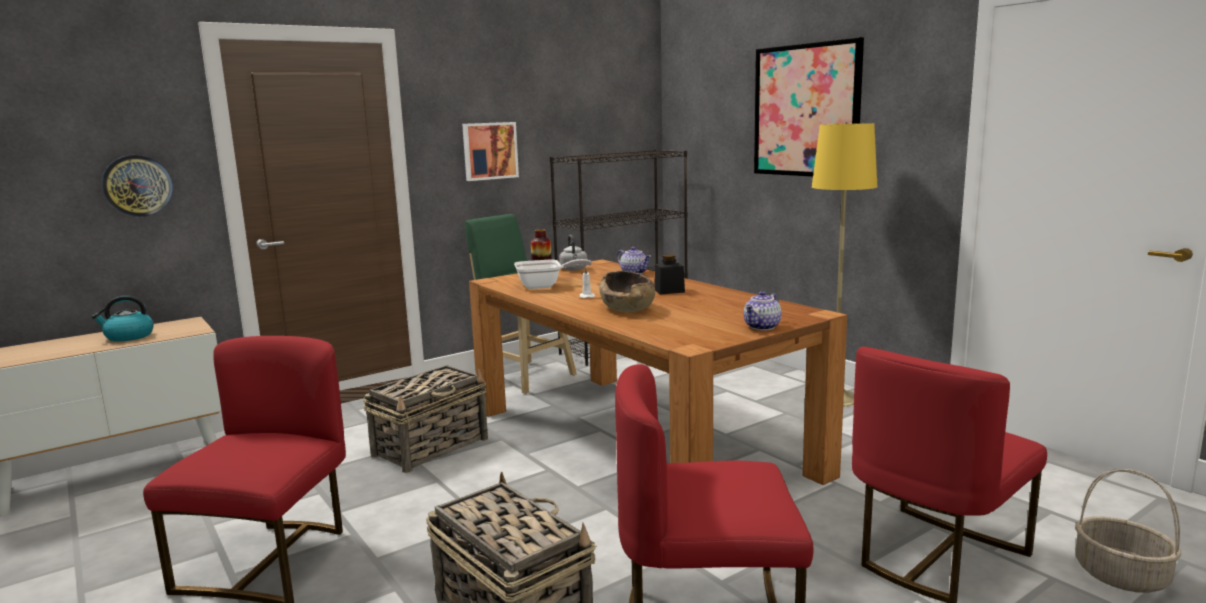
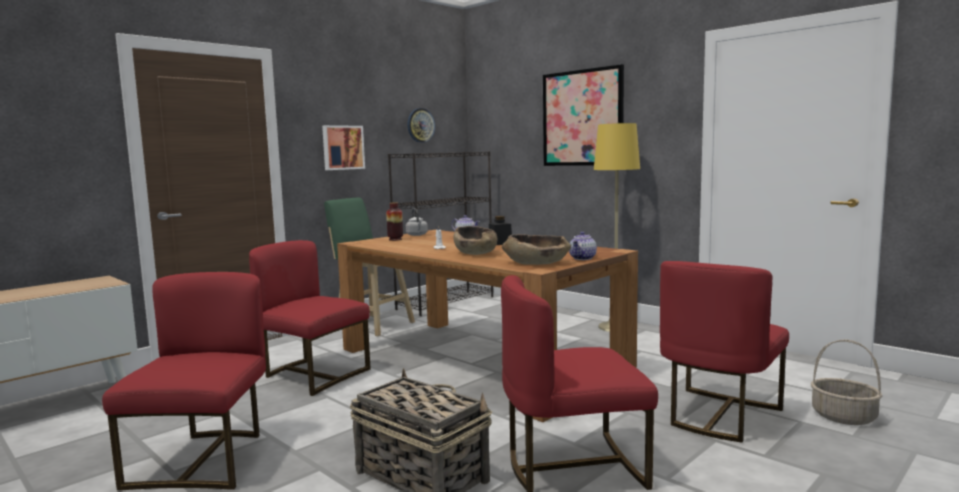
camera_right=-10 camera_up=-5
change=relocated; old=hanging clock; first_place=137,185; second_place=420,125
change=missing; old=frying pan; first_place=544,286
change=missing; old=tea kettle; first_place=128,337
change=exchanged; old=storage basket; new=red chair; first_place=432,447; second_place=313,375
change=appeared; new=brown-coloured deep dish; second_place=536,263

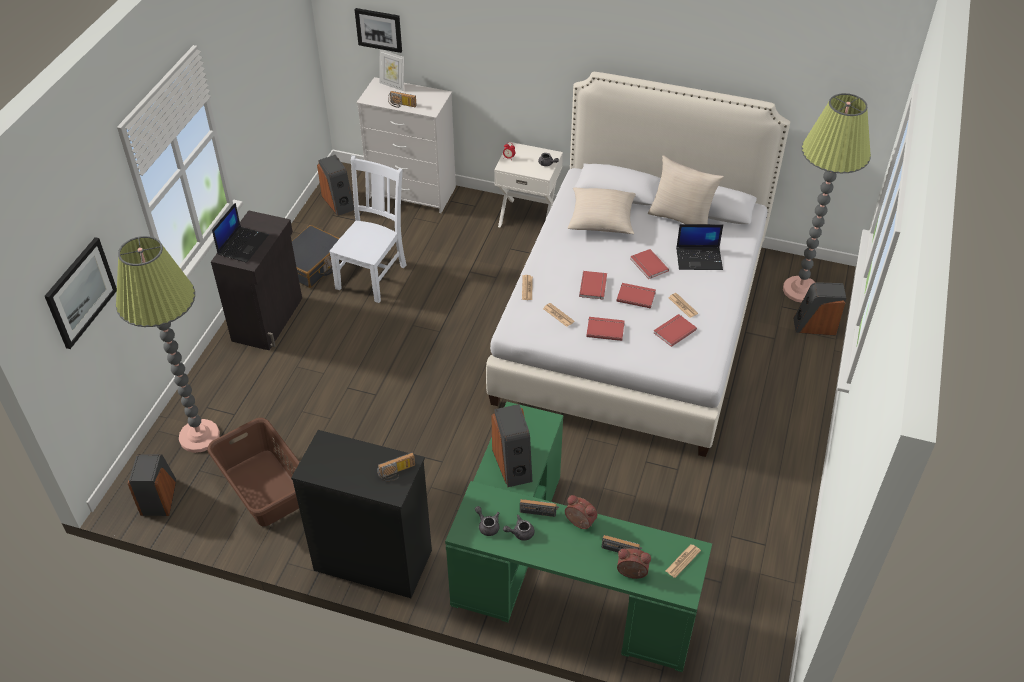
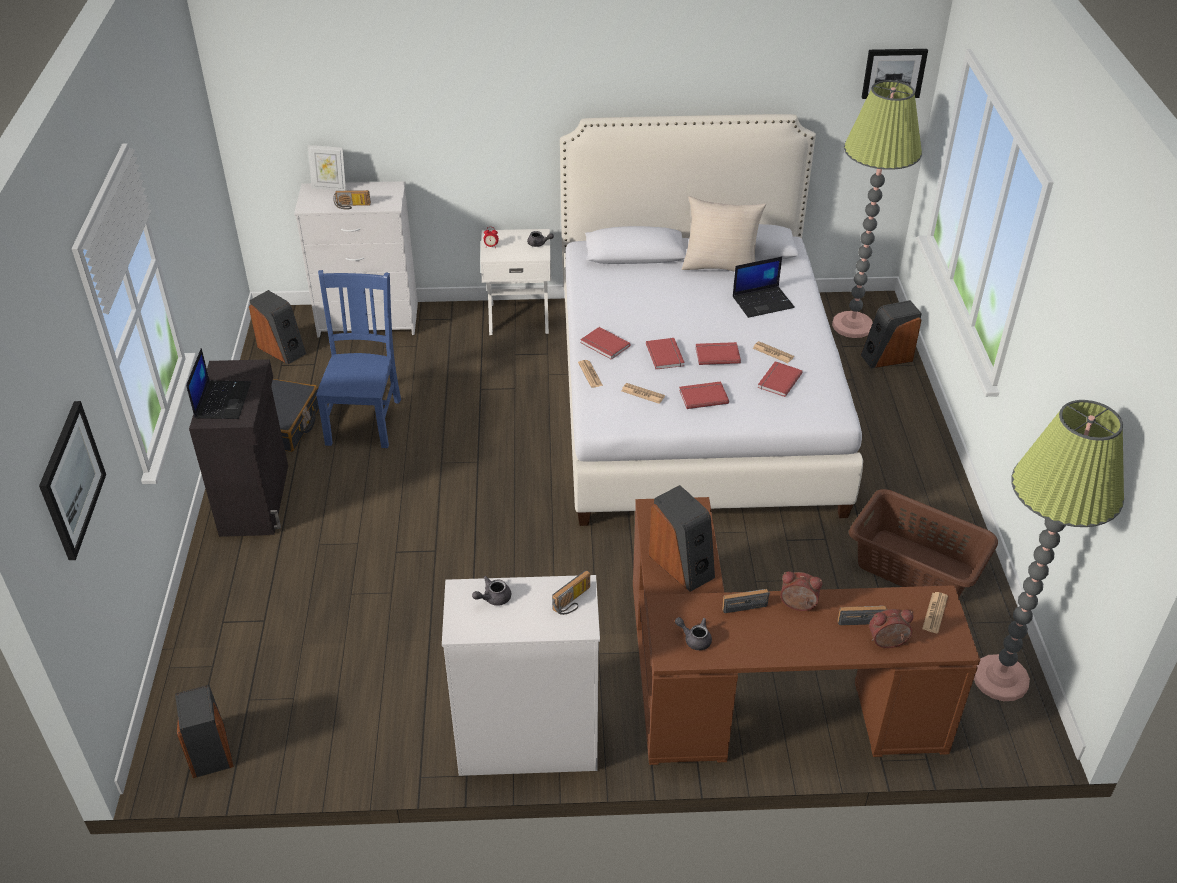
camera_right=-20 camera_up=-5
change=relocated; old=wall picture; first_place=379,29; second_place=893,73
change=colour; old=whitish chair; new=bluish chair; first_place=373,275; second_place=365,419
change=missing; old=sand-coloured cushion; first_place=602,220
change=relocated; old=floor lamp; first_place=199,436; second_place=1000,679
change=relocated; old=red volume; first_place=648,265; second_place=604,345
change=colour; old=greenish desk; new=brown-coloured desk; first_place=556,577; second_place=754,694
change=relocated; old=brown-coloured washing basket; first_place=265,488; second_place=915,568
change=colour; old=blackish drawer chest; new=whitish drawer chest; first_place=372,560; second_place=526,741
change=relocated; old=gray teapot; first_place=520,533; second_place=493,598

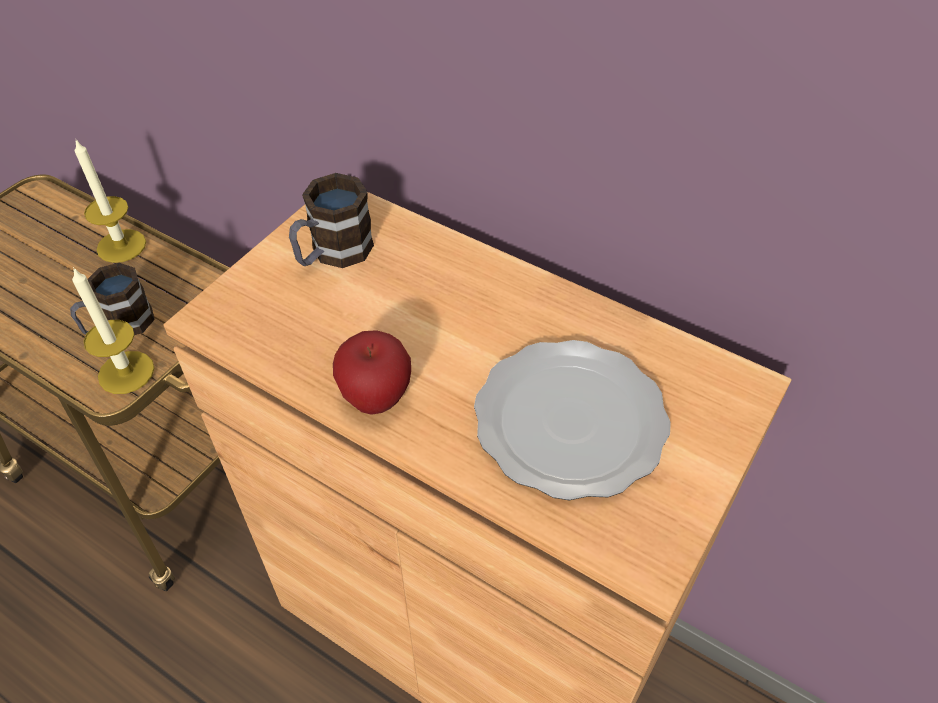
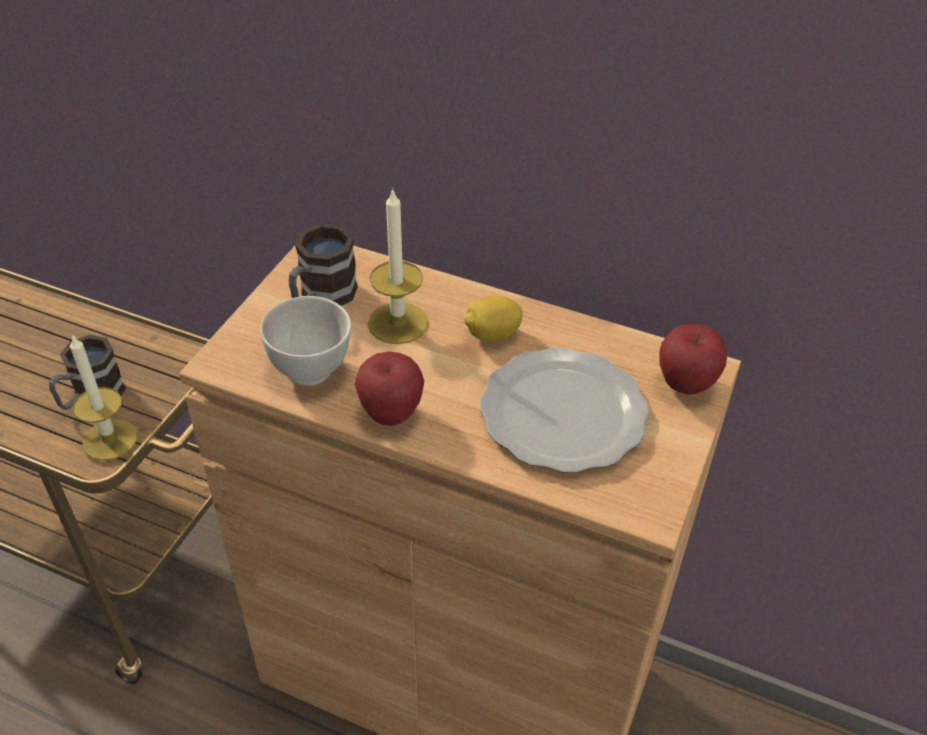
camera_right=-10 camera_up=-5
change=relocated; old=wax light; first_place=121,246; second_place=398,323
change=appeared; new=whitish deep dish; second_place=311,370
change=appeared; new=whole lemon; second_place=492,334
change=appeared; new=apple; second_place=685,384

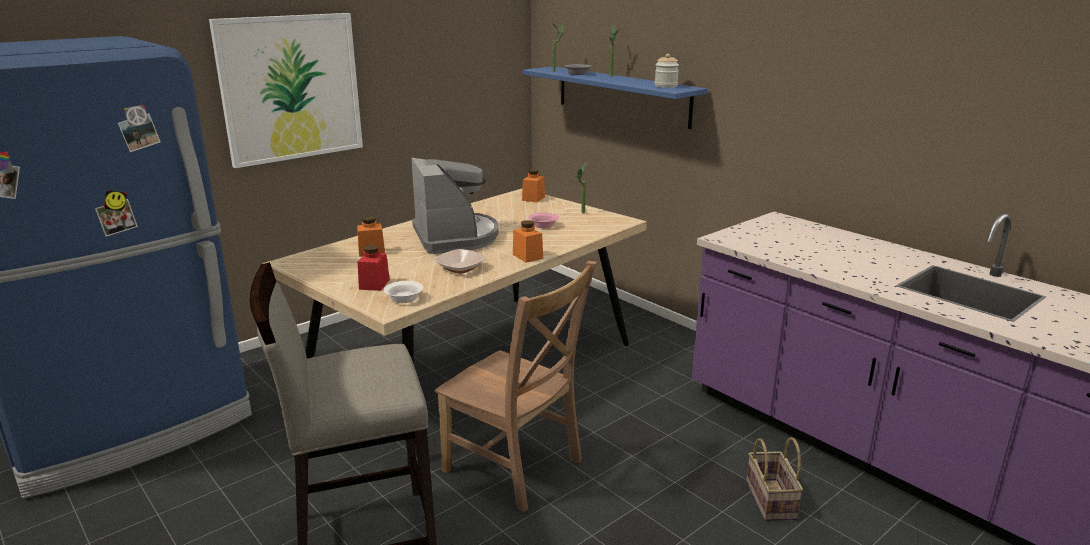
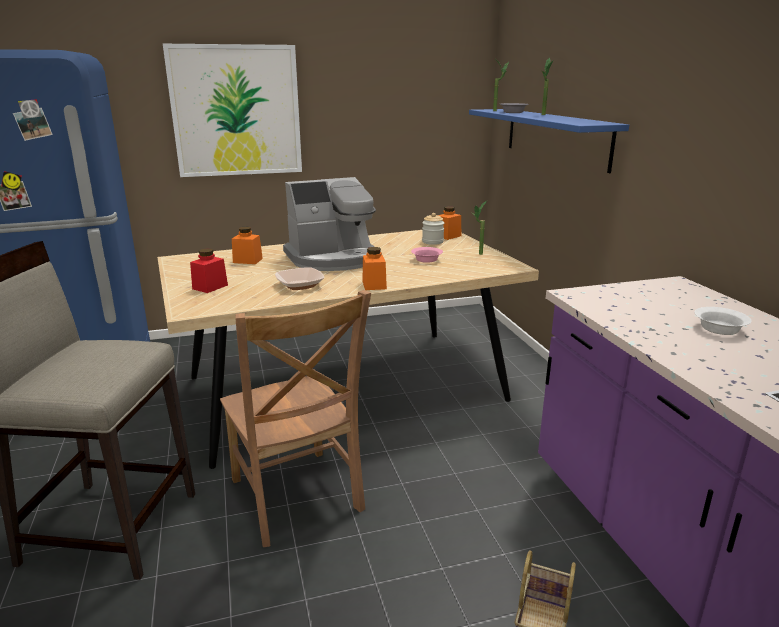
camera_right=25 camera_up=0
change=relocated; old=storage jar; first_place=666,86; second_place=432,242
change=spun; old=coffee maker; first_place=455,237; second_place=333,259; degrees=60
change=relocated; old=whitish deep dish; first_place=404,298; second_place=718,329

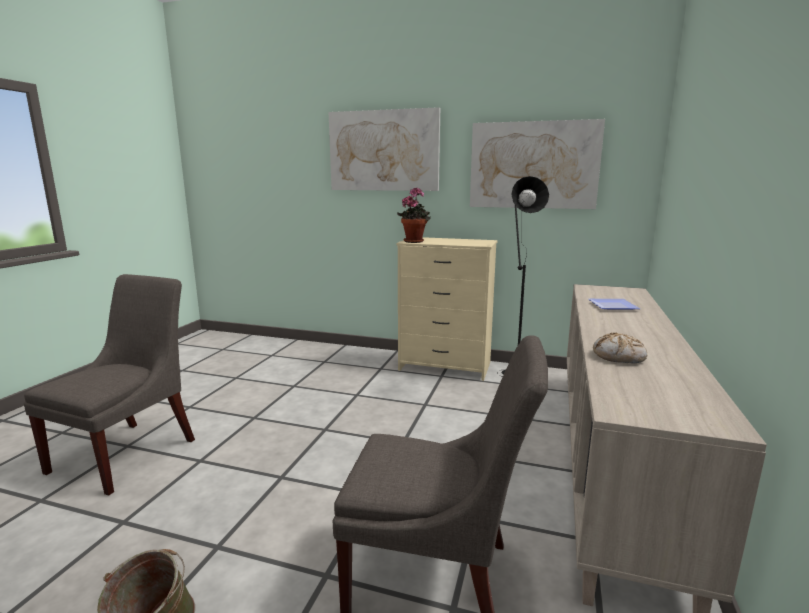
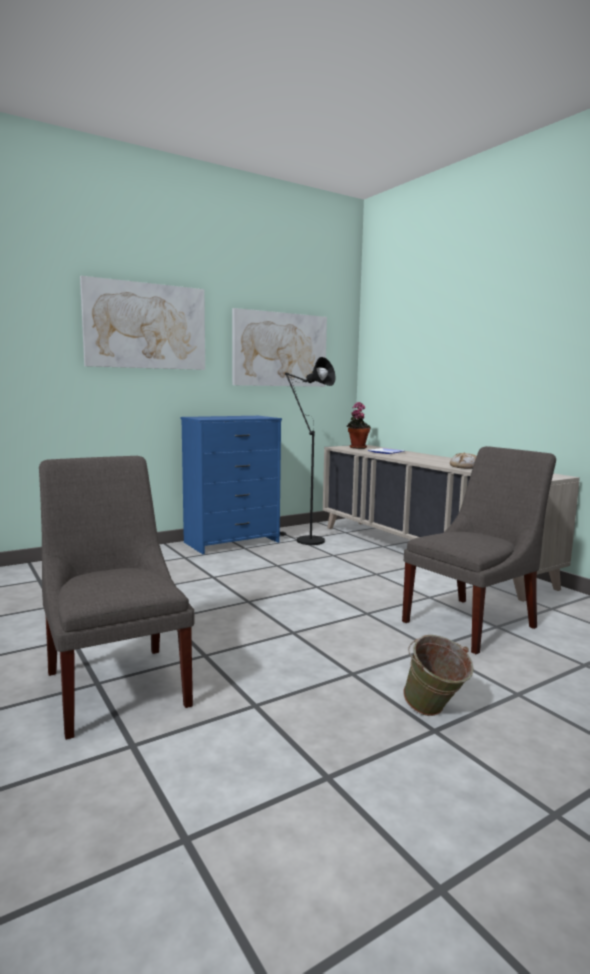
camera_right=-50 camera_up=-5
change=relocated; old=plant in a pot; first_place=414,241; second_place=357,447
change=colour; old=sand-coloured drawer chest; new=bluish drawer chest; first_place=444,366; second_place=232,542

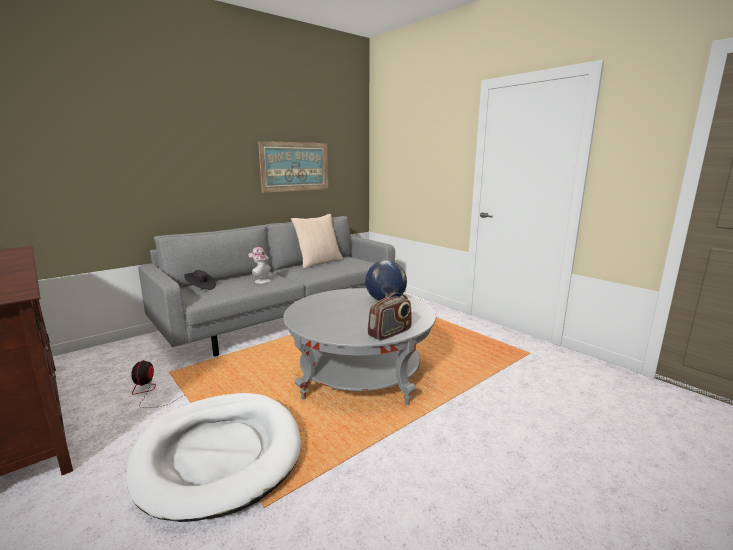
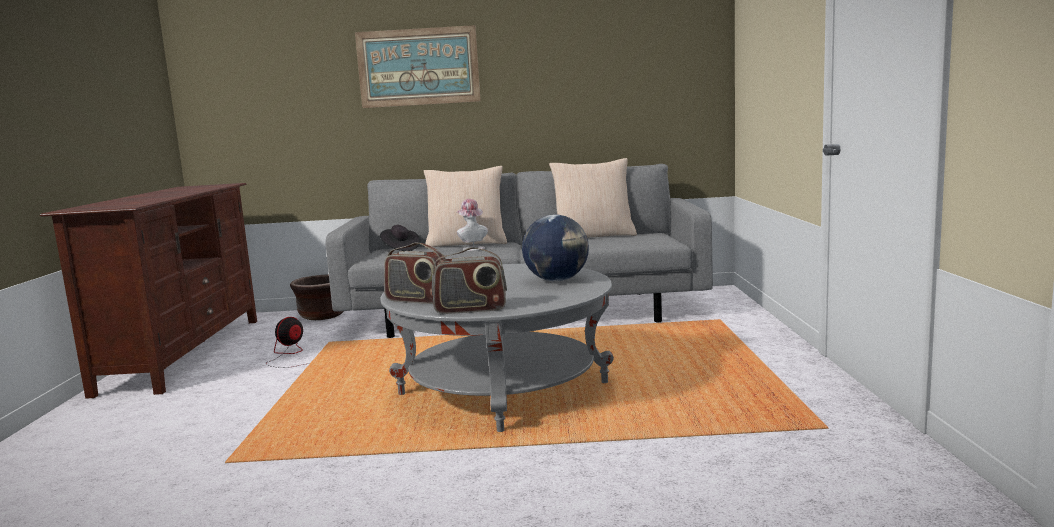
camera_right=40 camera_up=-5
change=relocated; old=wall picture; first_place=295,166; second_place=418,67
change=missing; old=whitish dog cushion; first_place=219,454
change=appeared; new=sand-coloured cushion; second_place=467,244
change=appeared; new=radio; second_place=418,300
change=appeared; new=brown-coloured planter; second_place=322,315

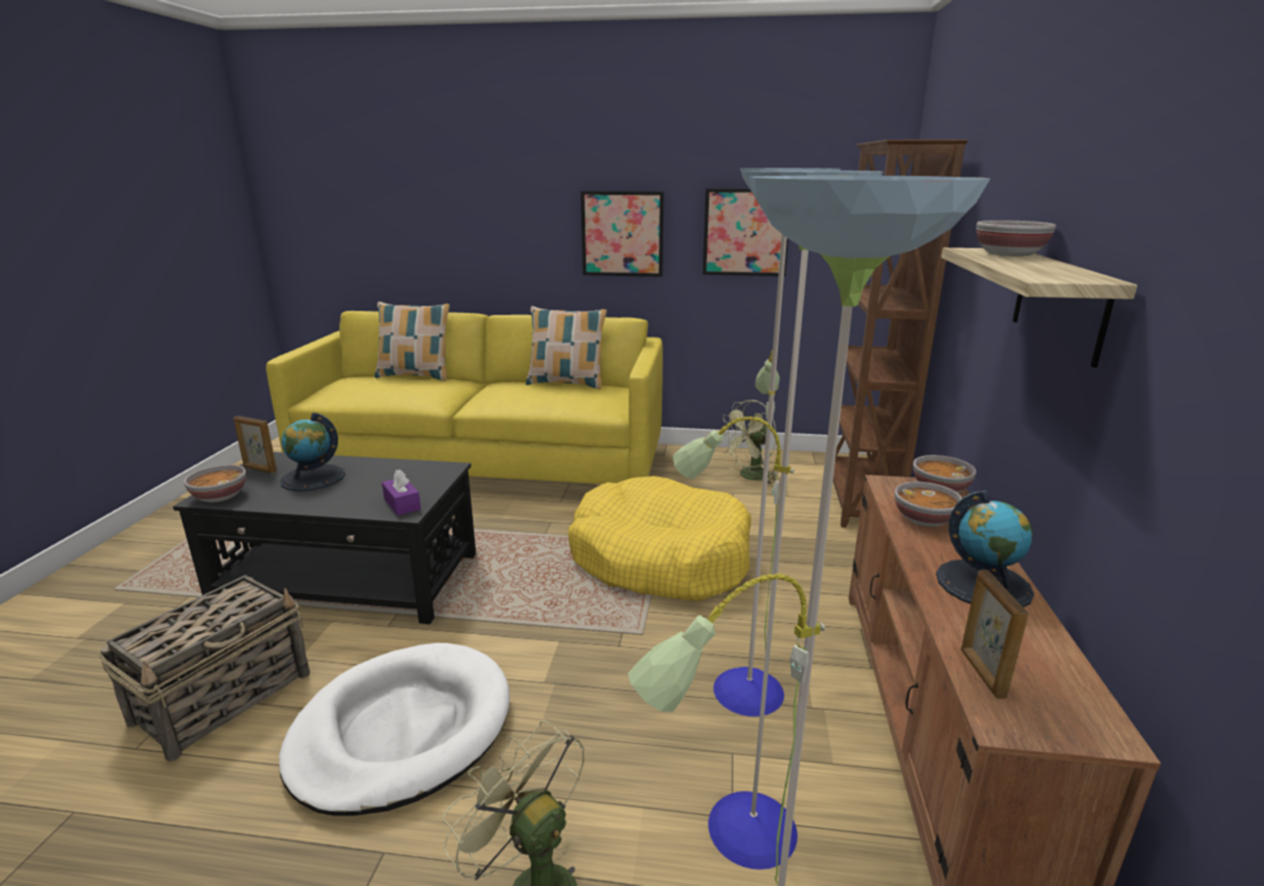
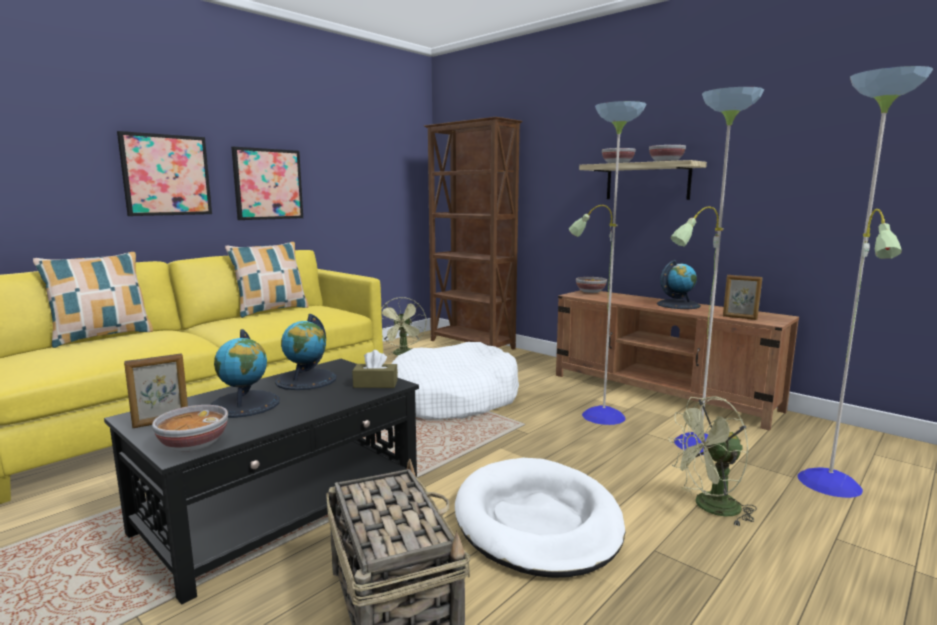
camera_right=-55 camera_up=-10
change=relocated; old=wall picture; first_place=746,232; second_place=166,175
change=colour; old=purple box of tissues; new=brown-coloured box of tissues; first_place=402,504; second_place=375,384
change=colour; old=yellow dog cushion; new=whitish dog cushion; first_place=660,558; second_place=452,398
change=relocated; old=deep dish; first_place=924,519; second_place=666,162
change=appeared; new=world globe; second_place=306,380

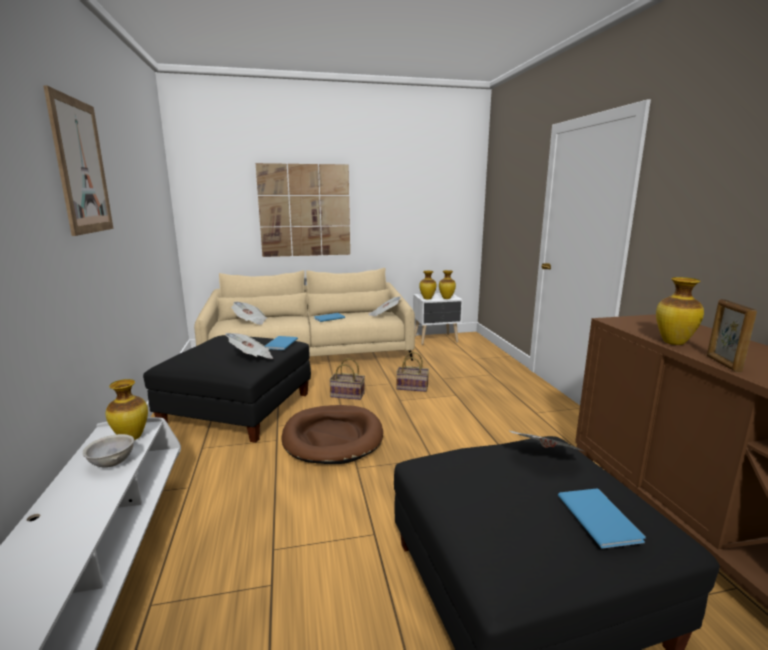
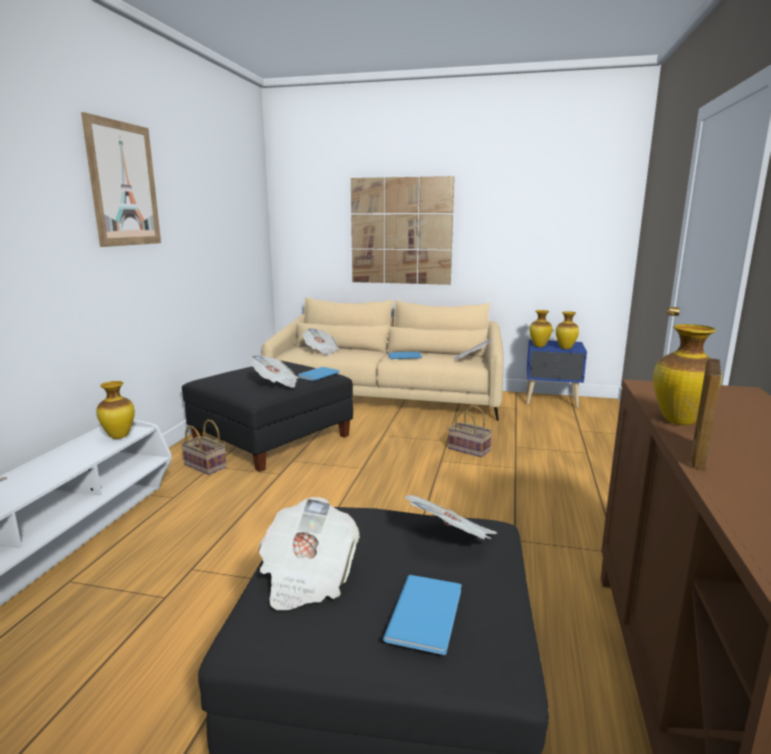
camera_right=25 camera_up=0
change=colour; old=whitish nightstand; new=bluish nightstand; first_place=436,339; second_place=552,401
change=relocated; old=storage basket; first_place=346,395; second_place=203,466
change=missing; old=brown-coloured dog cushion; first_place=333,437
change=missing; old=gray deep dish; first_place=111,464
change=appeared; new=newspaper; second_place=307,577

